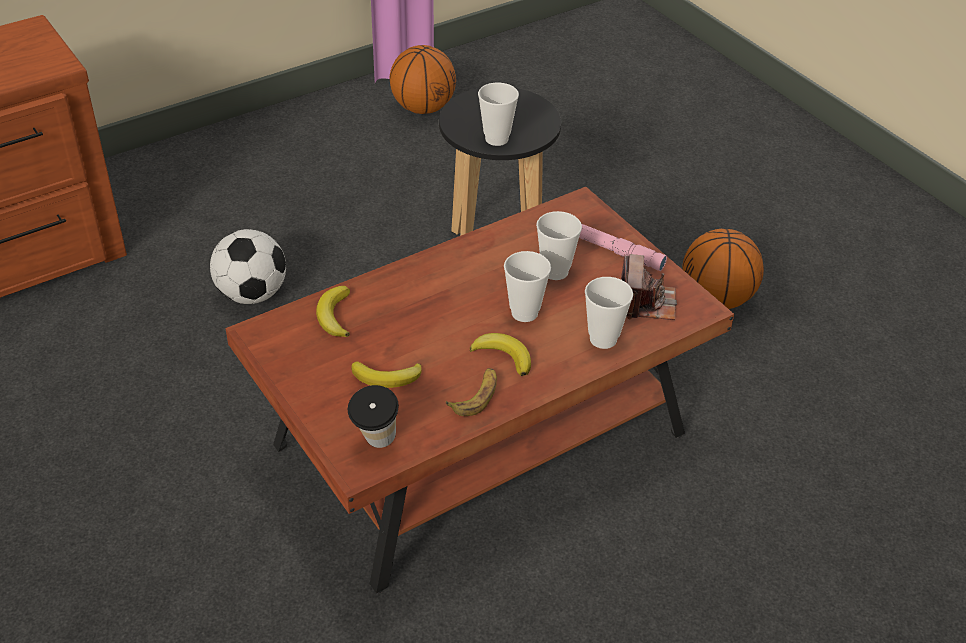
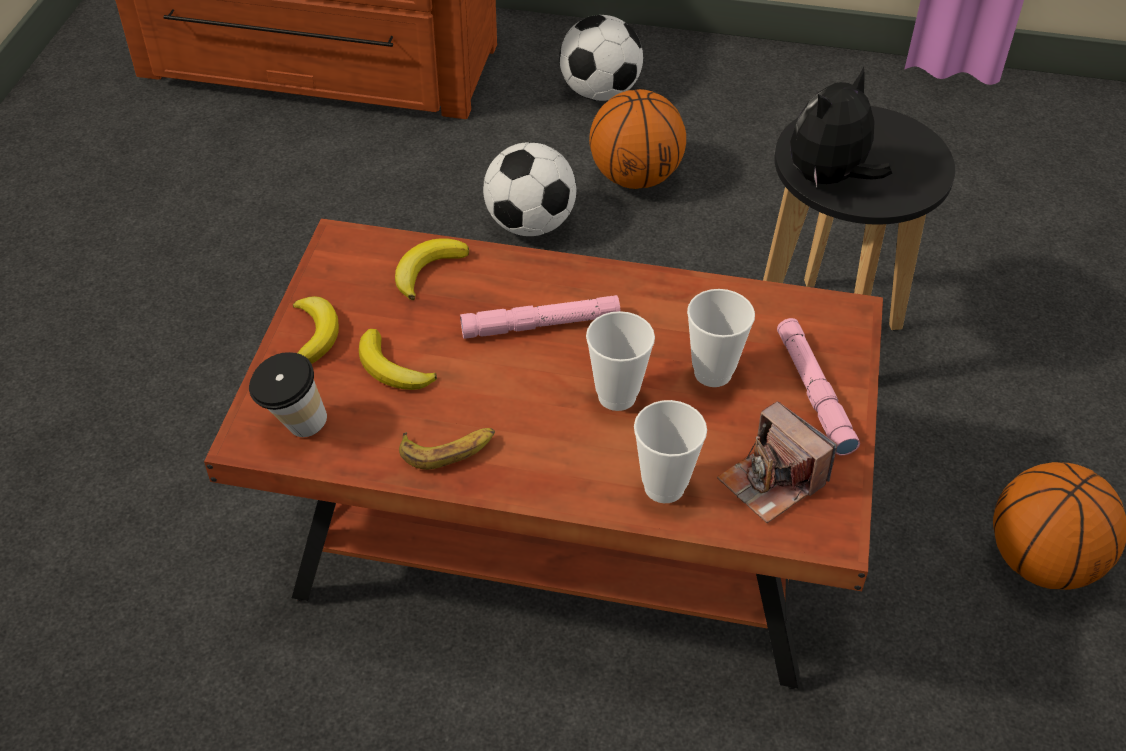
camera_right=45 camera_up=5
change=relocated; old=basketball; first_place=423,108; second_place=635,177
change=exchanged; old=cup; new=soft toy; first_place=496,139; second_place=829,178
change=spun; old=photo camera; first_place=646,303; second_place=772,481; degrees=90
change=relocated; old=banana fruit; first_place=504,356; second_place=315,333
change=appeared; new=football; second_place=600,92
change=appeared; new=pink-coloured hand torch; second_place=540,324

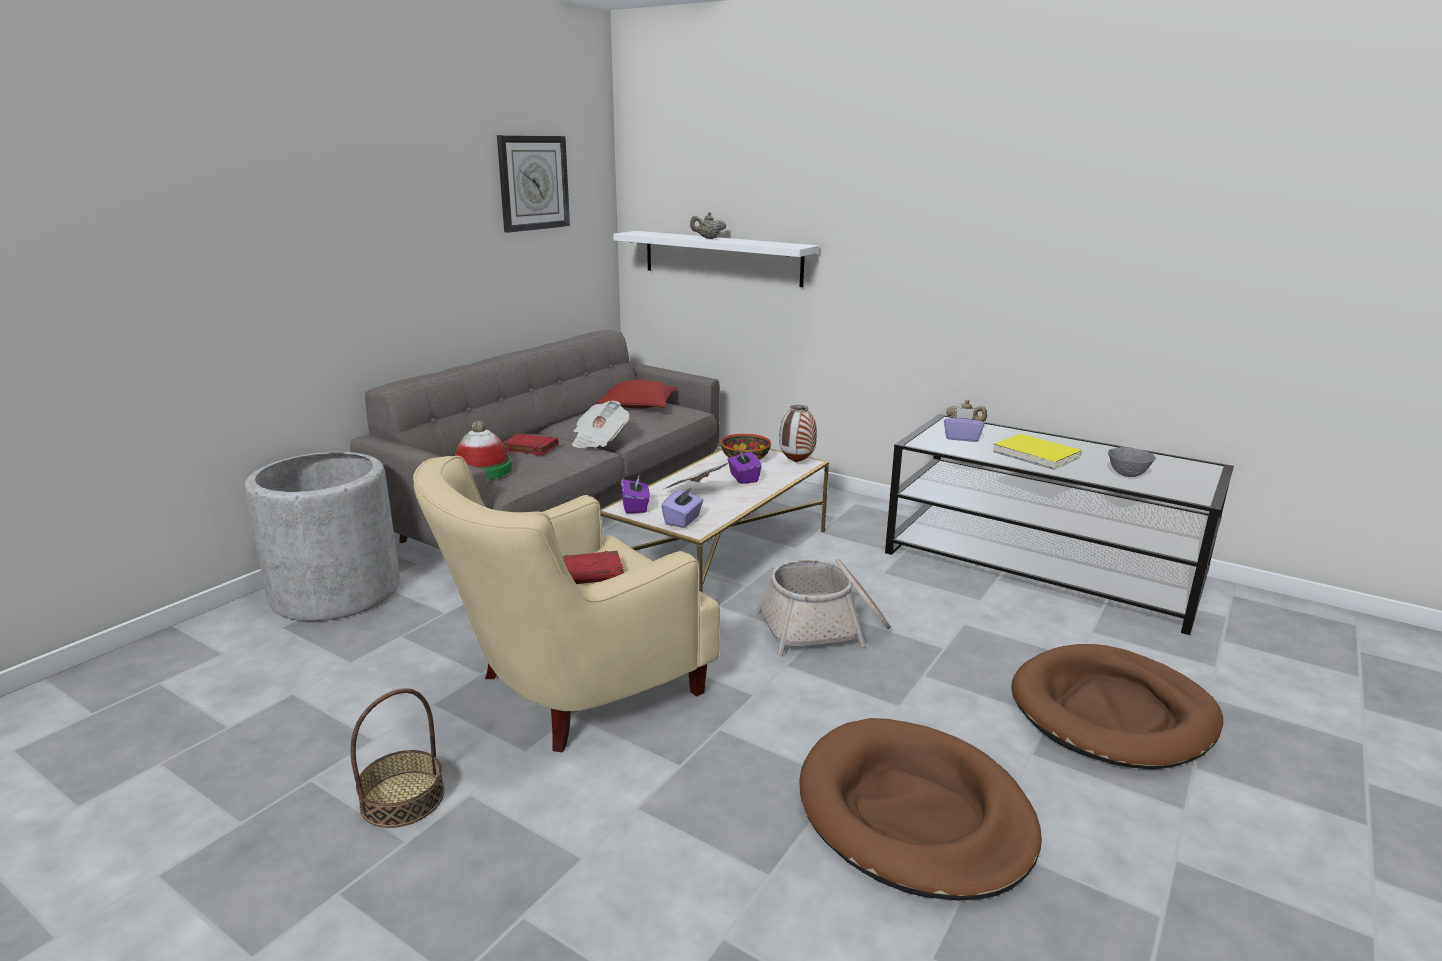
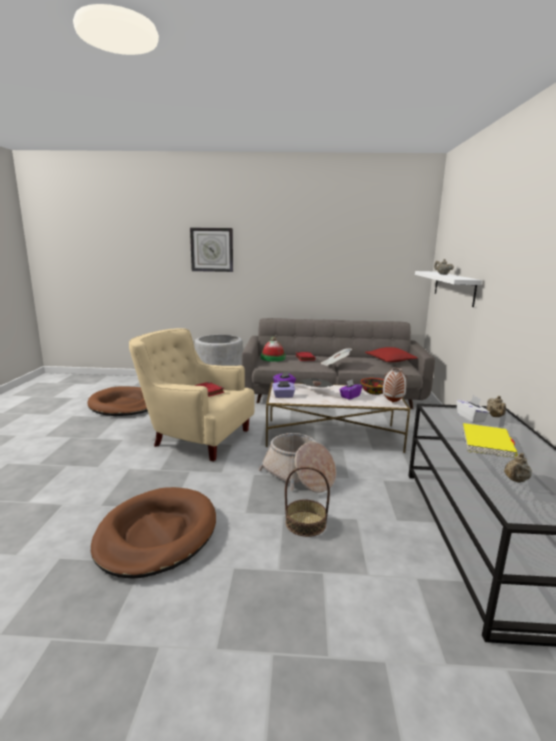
camera_right=60 camera_up=-5
change=relocated; old=hanging clock; first_place=533,183; second_place=212,249
change=colour; old=purple box of tissues; new=whitish box of tissues; first_place=962,438; second_place=471,418
change=exchanged; old=gray deep dish; new=sand-coloured teapot; first_place=1128,475; second_place=515,480
change=relocated; old=brown-coloured dog cushion; first_place=1112,712; second_place=124,405
change=relocated; old=storage basket; first_place=402,798; second_place=305,523

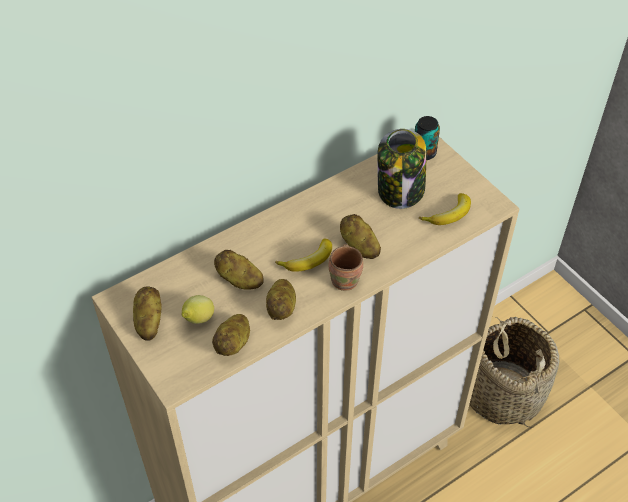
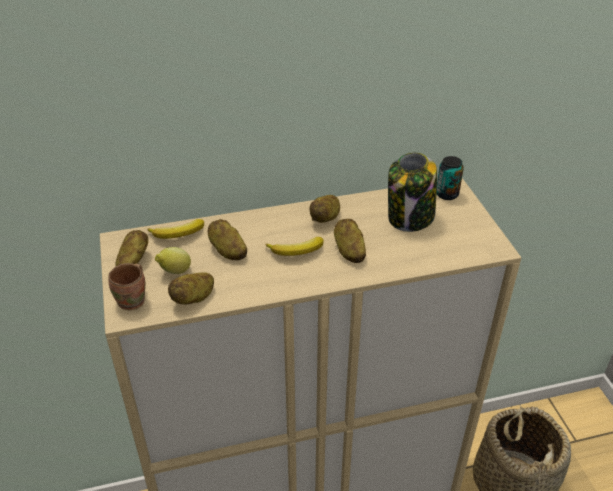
camera_right=20 camera_up=-10
change=relocated; old=banana fruit; first_place=449,215; second_place=178,234
change=relocated; old=brown-coloured mug; first_place=346,279; second_place=134,301
change=relocated; old=spud; first_place=282,308; second_place=326,218

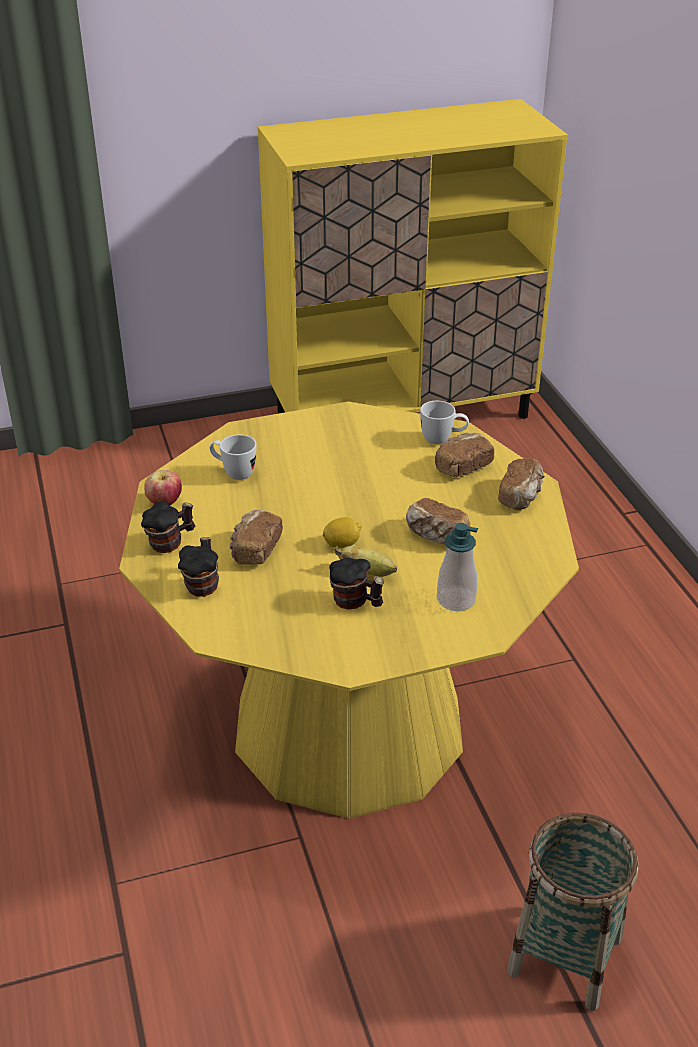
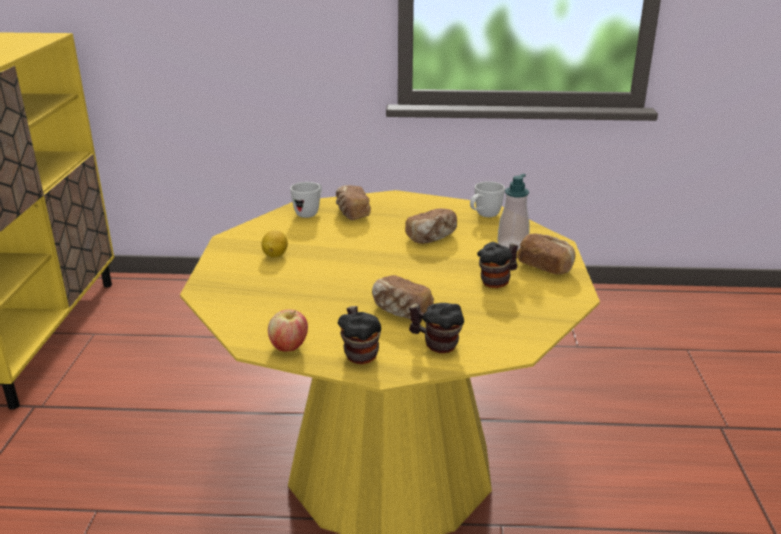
camera_right=-70 camera_up=-10
change=relocated; old=whitish mug; first_place=233,473; second_place=484,216
change=relocated; old=bakery bread; first_place=521,496; second_place=545,266
change=relocated; old=whole lemon; first_place=342,544; second_place=275,255
change=missing; old=banana fruit; first_place=367,572
change=missing; old=storage basket; first_place=565,956

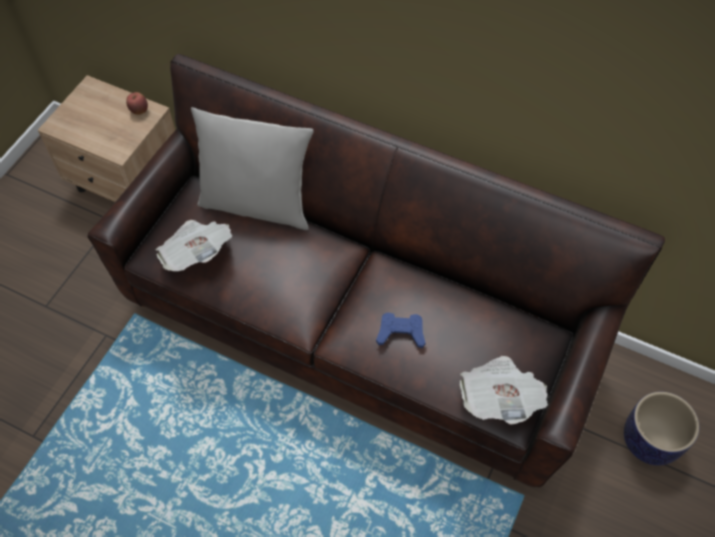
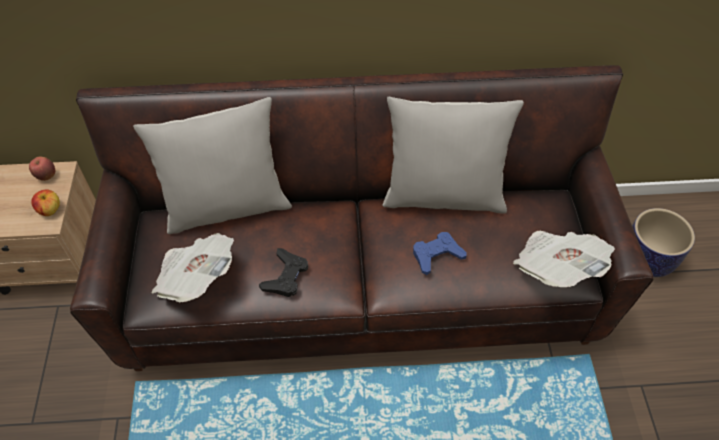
camera_right=-30 camera_up=-5
change=appeared; new=gray cushion; second_place=443,196
change=appeared; new=apple; second_place=50,210
change=appeared; new=blackish gamepad; second_place=286,276

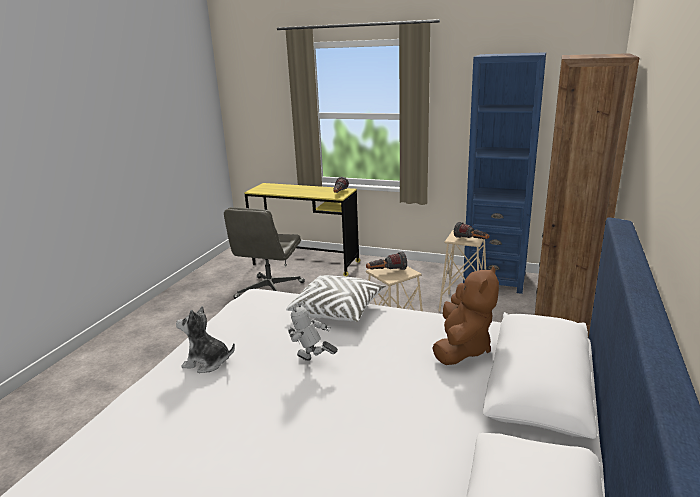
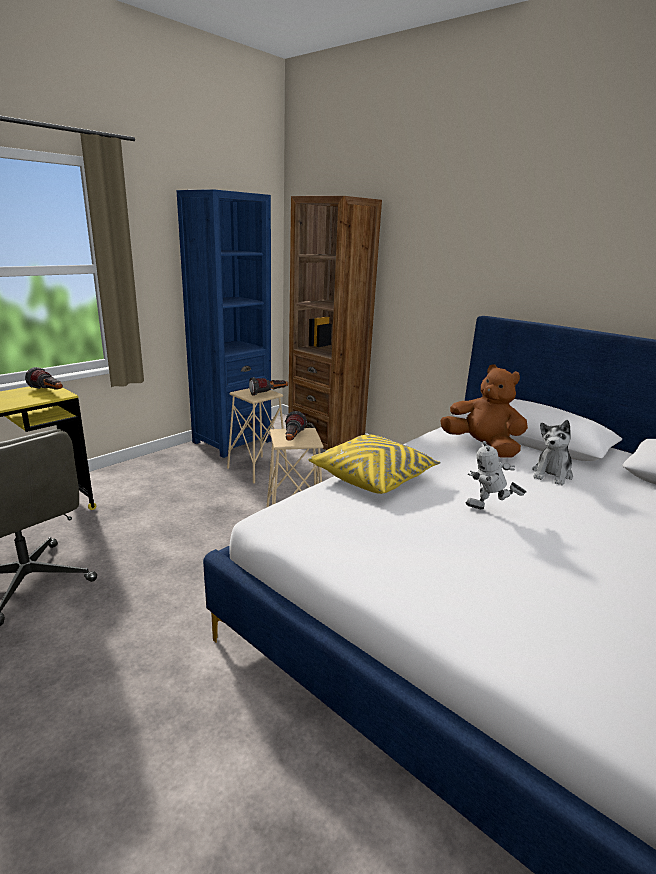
camera_right=-70 camera_up=0
change=colour; old=whitish cushion; new=yellow cushion; first_place=338,310; second_place=373,477
change=spun; old=model robot; first_place=312,362; second_place=489,510; degrees=45
change=relocated; old=soft toy; first_place=207,362; second_place=552,474

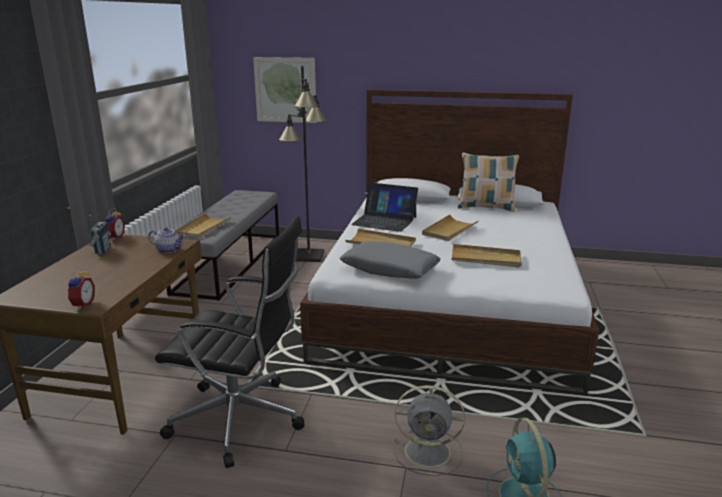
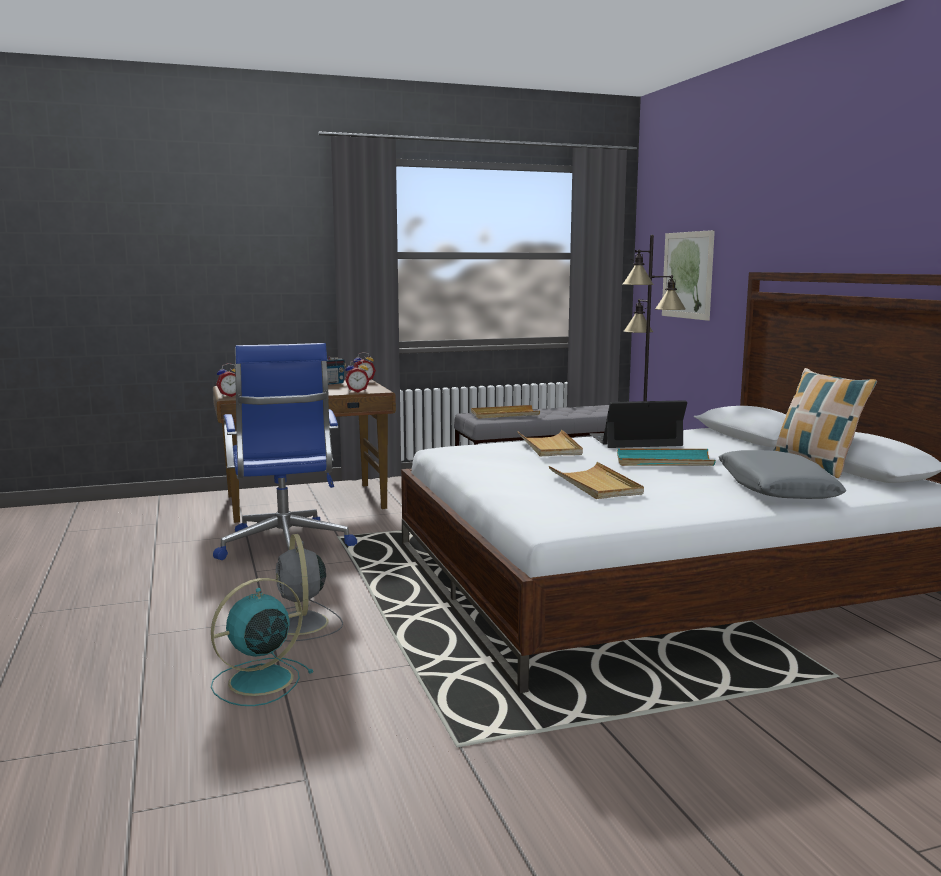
camera_right=60 camera_up=-10
change=spun; old=portable computer; first_place=384,220; second_place=635,440; degrees=90
change=colour; old=sand-coloured carrying tray; new=blue-green carrying tray; first_place=449,230; second_place=663,461
change=colour; old=blackish computer chair; new=bluish computer chair; first_place=241,420; second_place=285,548
change=exchanged; old=teapot; new=table clock; first_place=169,250; second_place=357,391
change=relocated; old=gray cushion; first_place=389,269; second_place=776,489

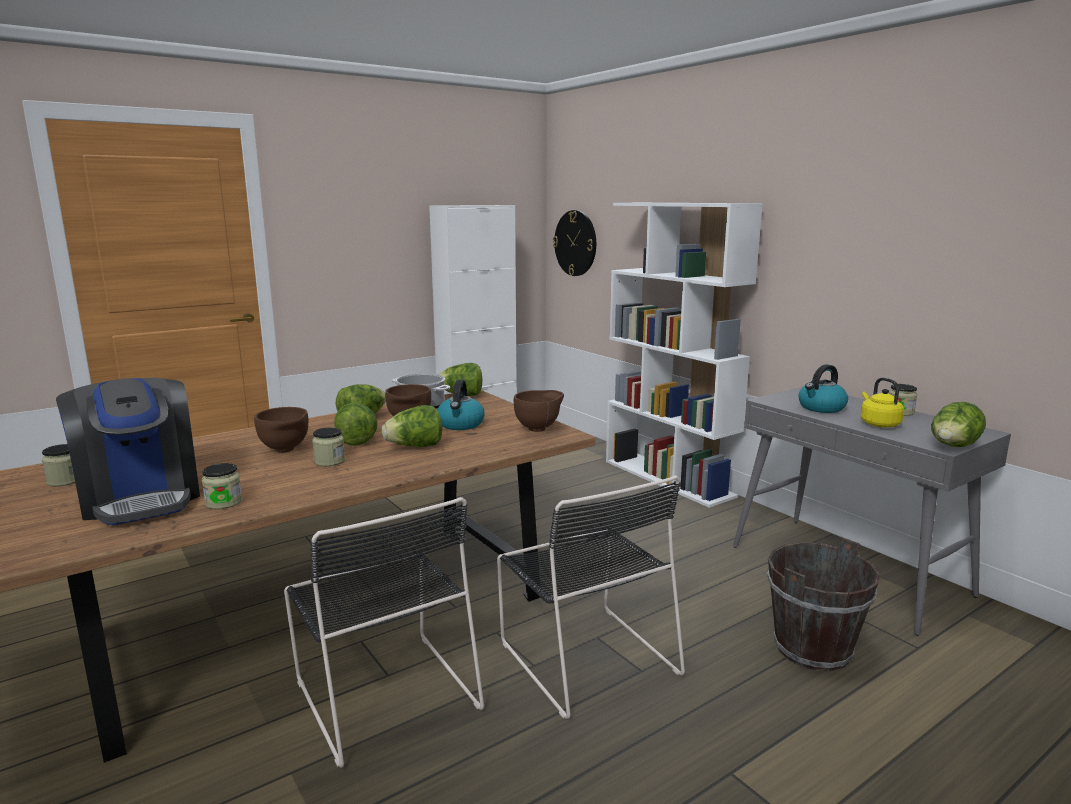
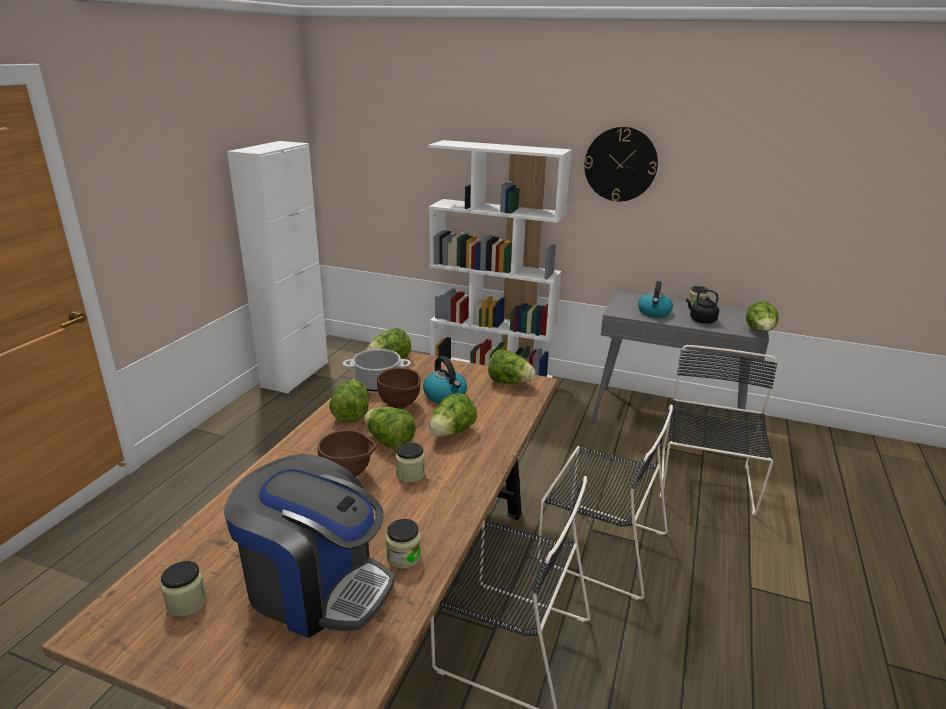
camera_right=-35 camera_up=10
change=relocated; old=hanging clock; first_place=575,243; second_place=620,164
change=colour; old=yellow tea kettle; new=blackish tea kettle; first_place=878,424; second_place=701,320
change=exchanged; old=brown-coloured deep dish; new=lettuce head; first_place=539,429; second_place=509,382
change=exchanged; old=brown-coloured pail; new=blackish chair; first_place=813,649; second_place=705,483

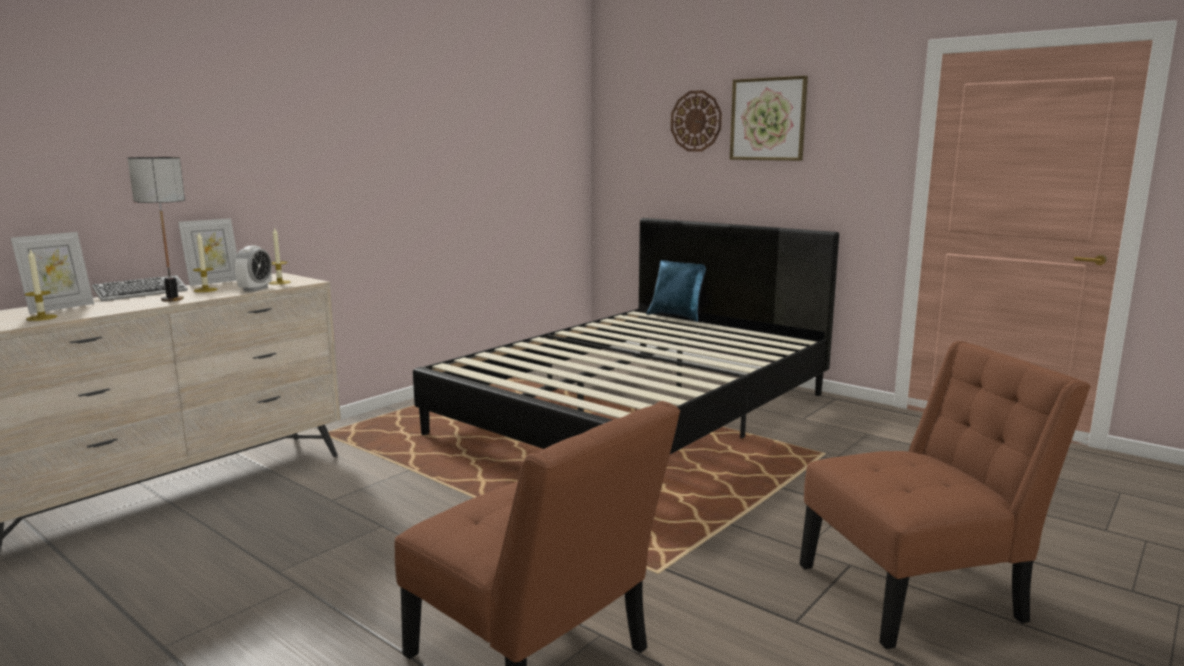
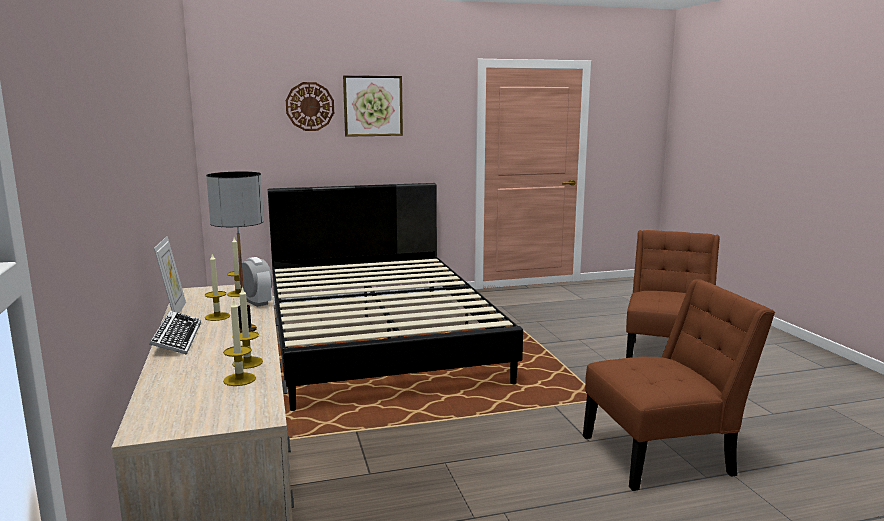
camera_right=-55 camera_up=0
change=missing; old=standing frame; first_place=59,308
change=missing; old=bluish cushion; first_place=677,317
change=appeared; new=wax light; second_place=247,362

